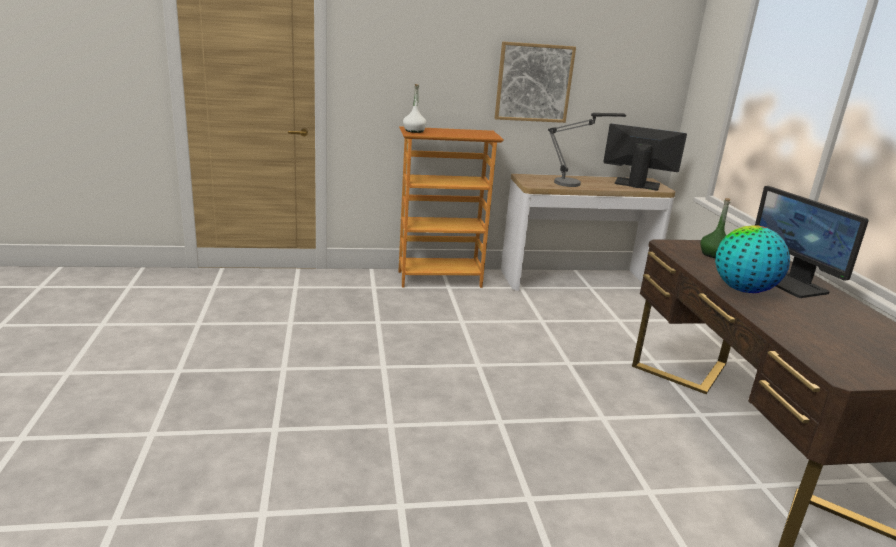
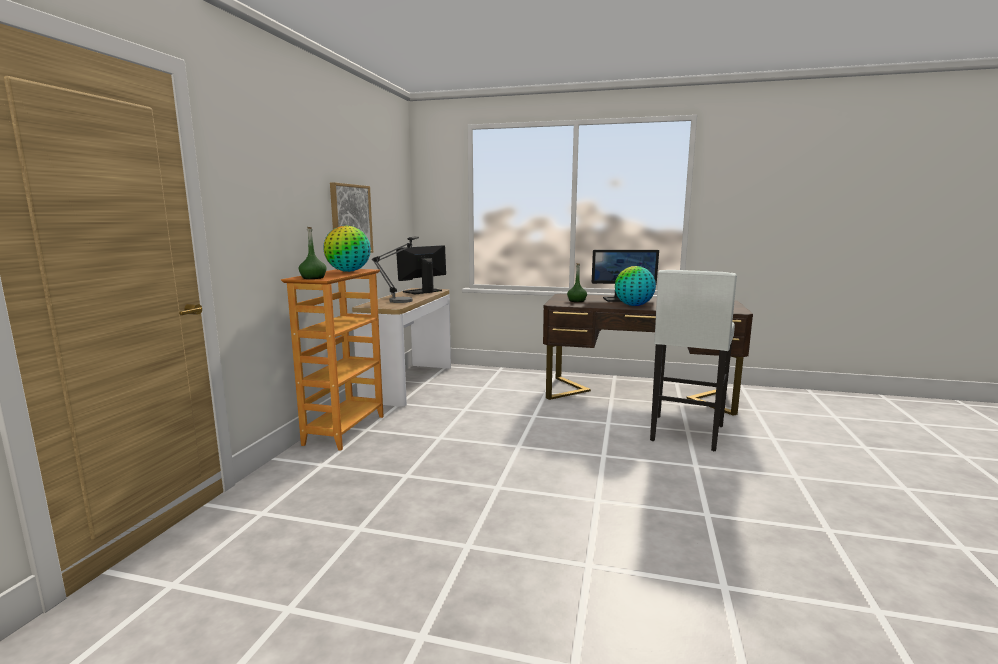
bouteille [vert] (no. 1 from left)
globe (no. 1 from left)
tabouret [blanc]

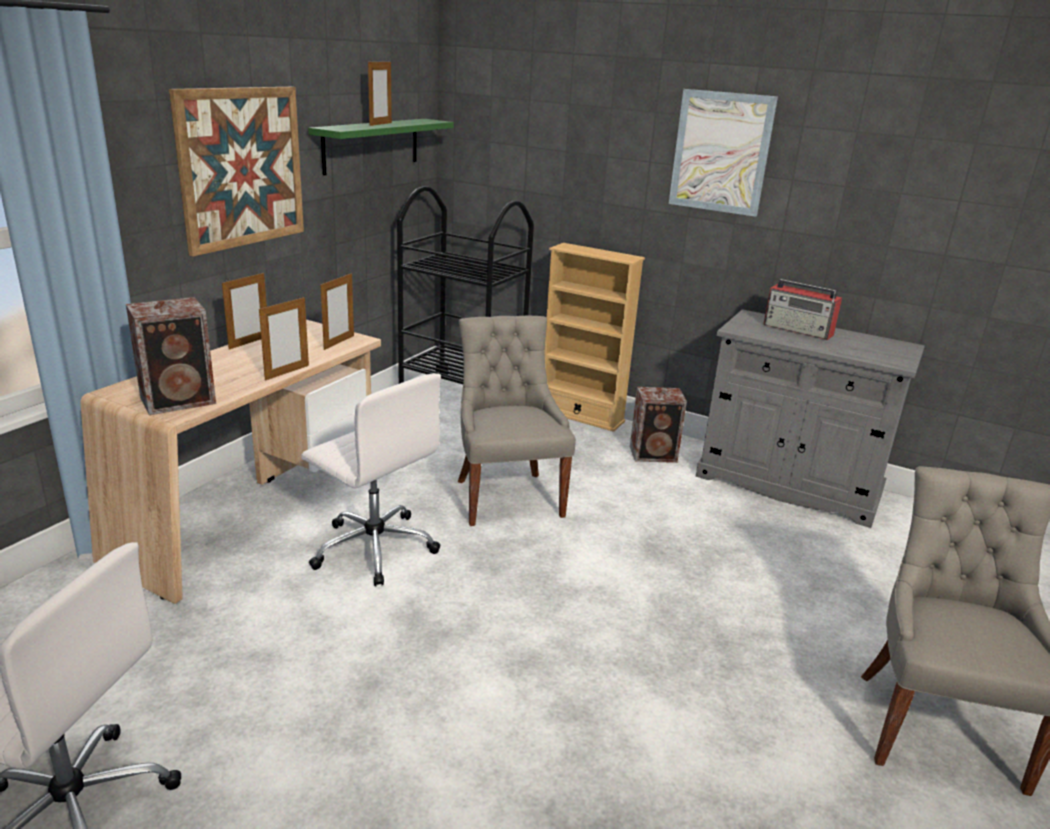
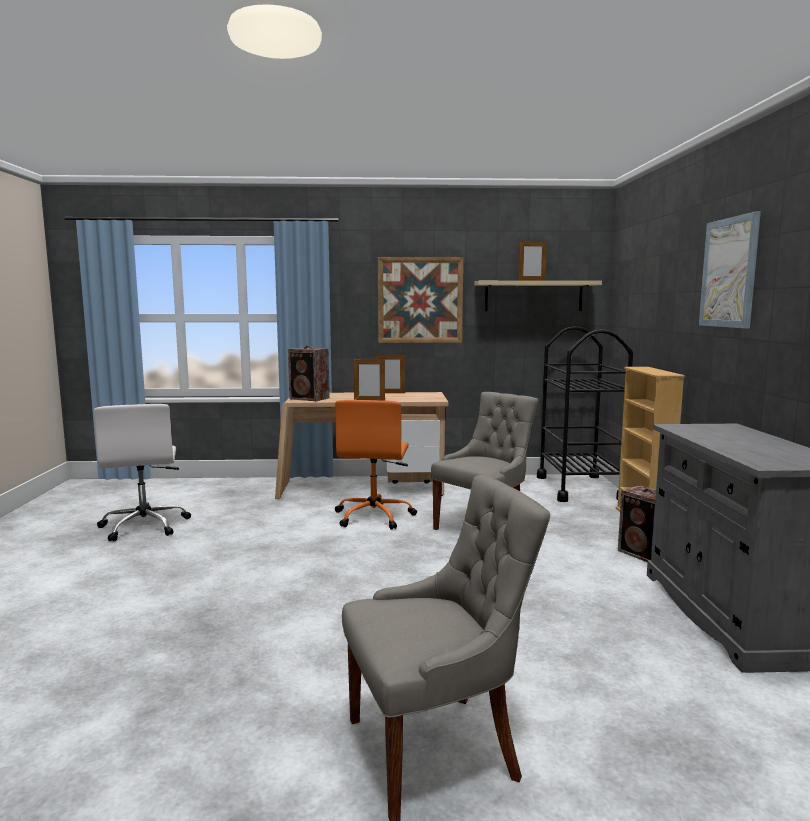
étagère [beige]
cadre photo (no. 3 from left in the first image)
radio
chaise de bureau [orange]

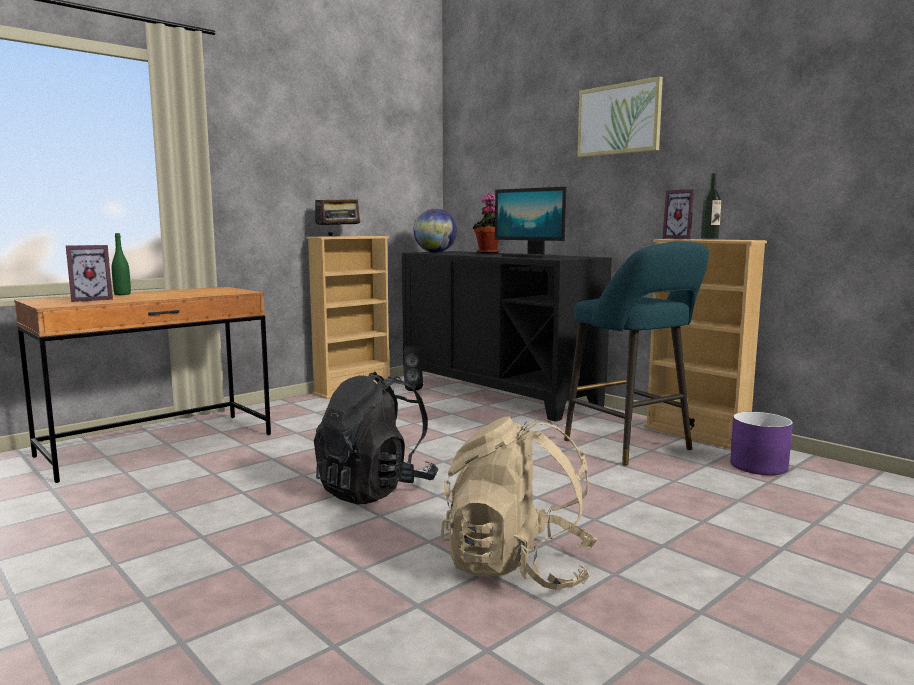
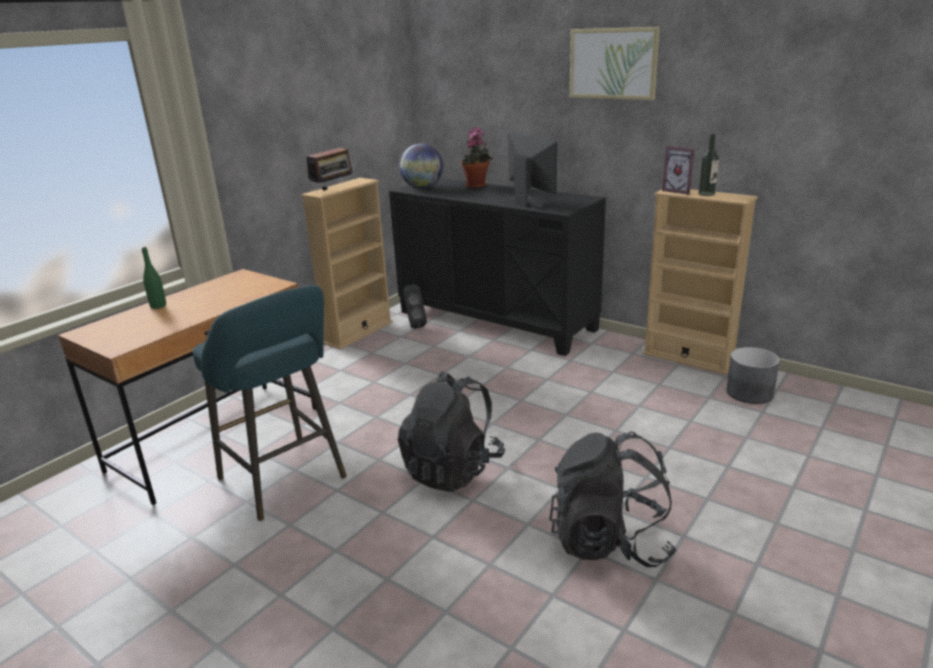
écran d'ordinateur
tabouret [turquoise]
cadre photo (no. 1 from left in the first image)
cache-pot [gris]
sac à dos [noir] (no. 2 from left)

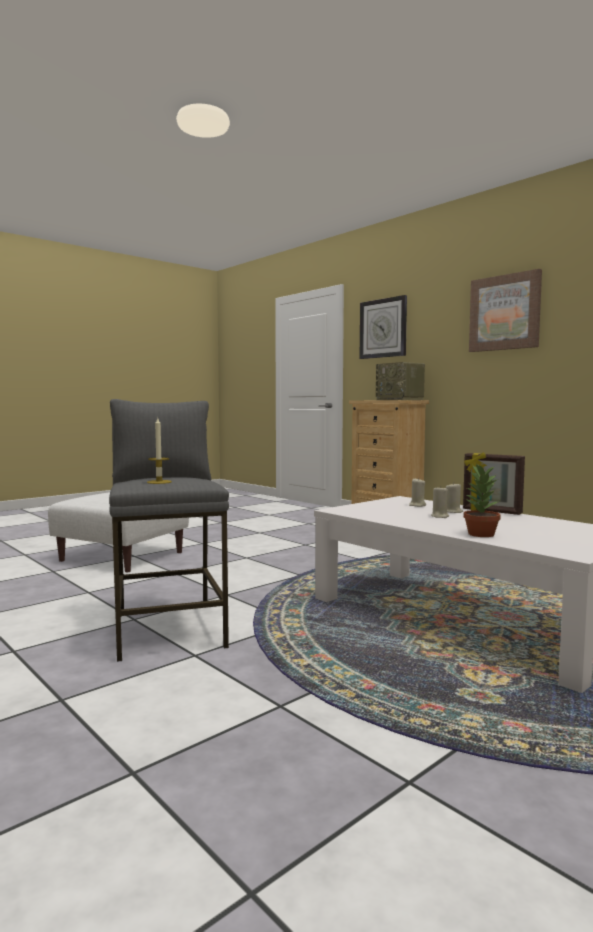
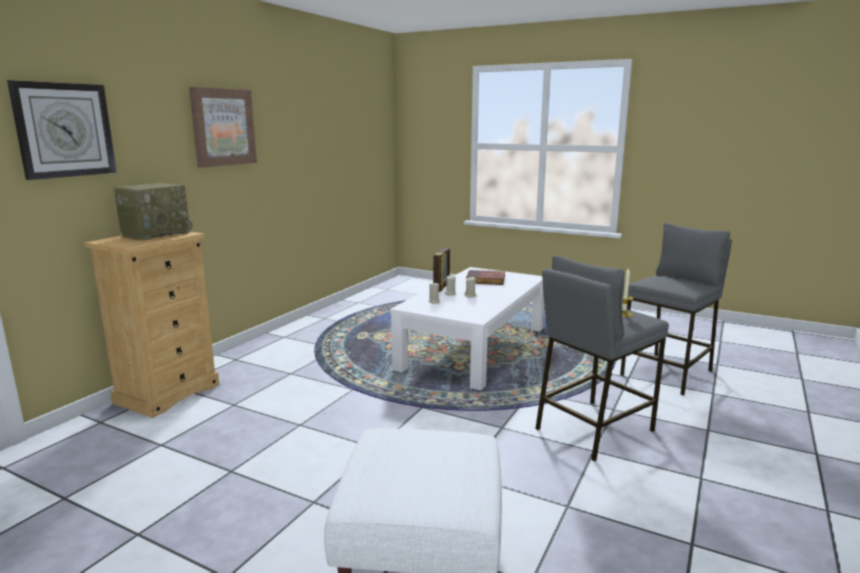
plante en pot
tabouret [gris] (no. 2 from left)
livre

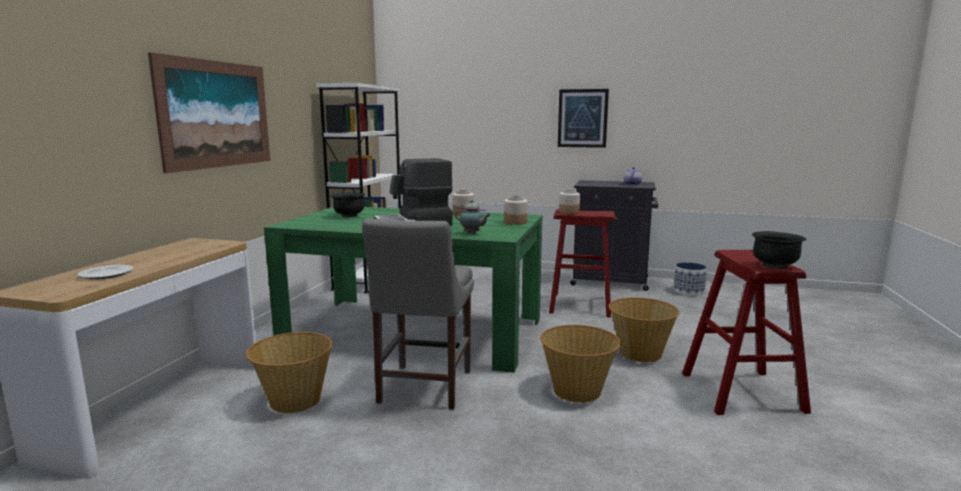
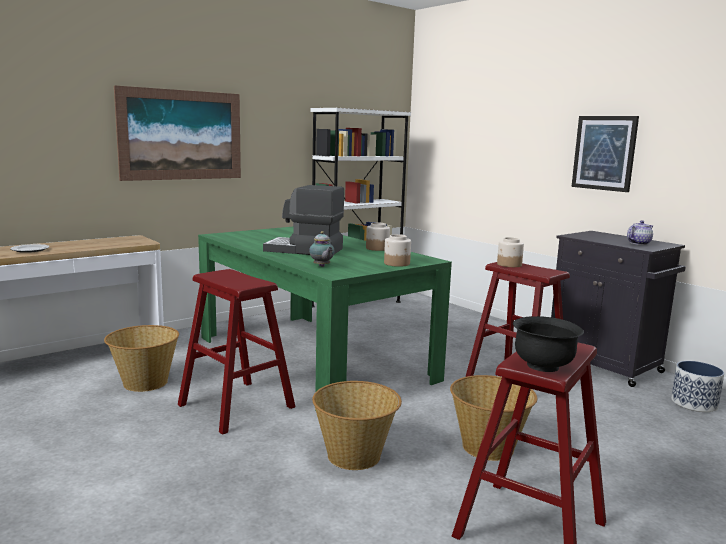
bol [noir] (no. 1 from left in the first image)
tabouret [rouge] (no. 1 from left)

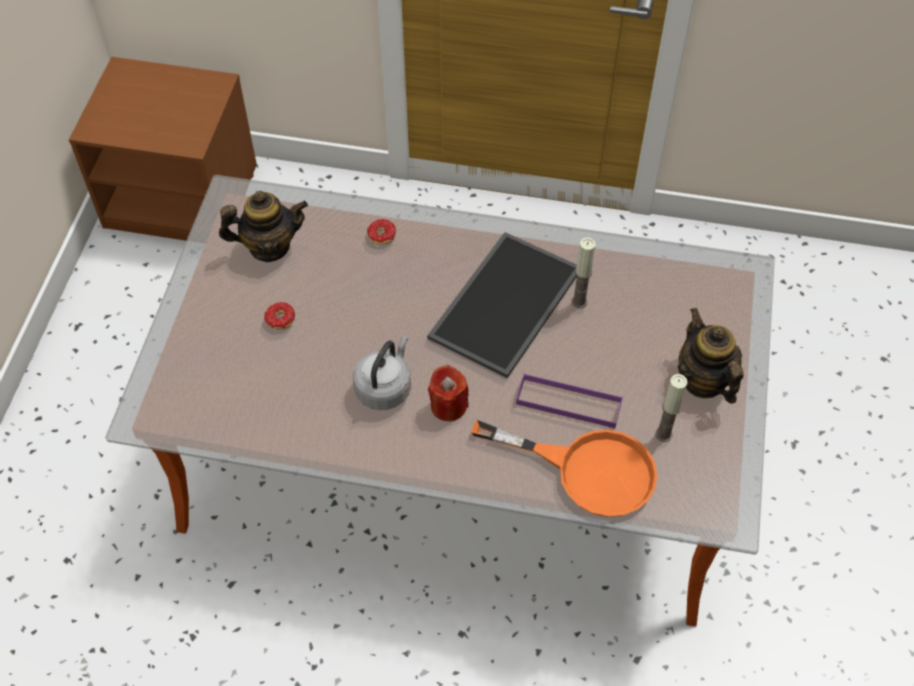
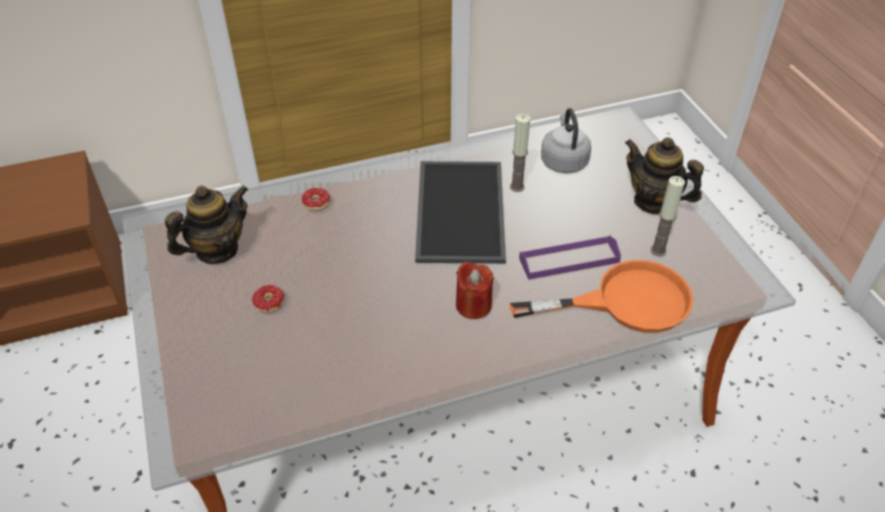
bouilloire [gris]

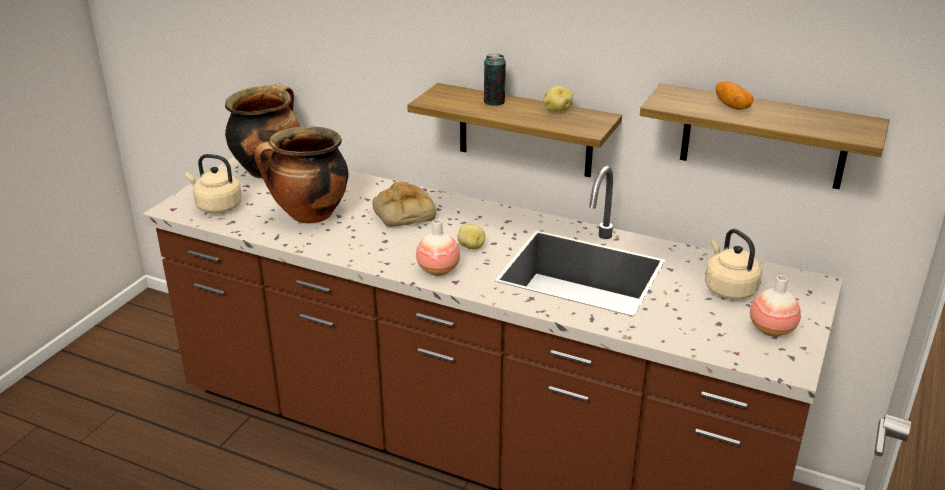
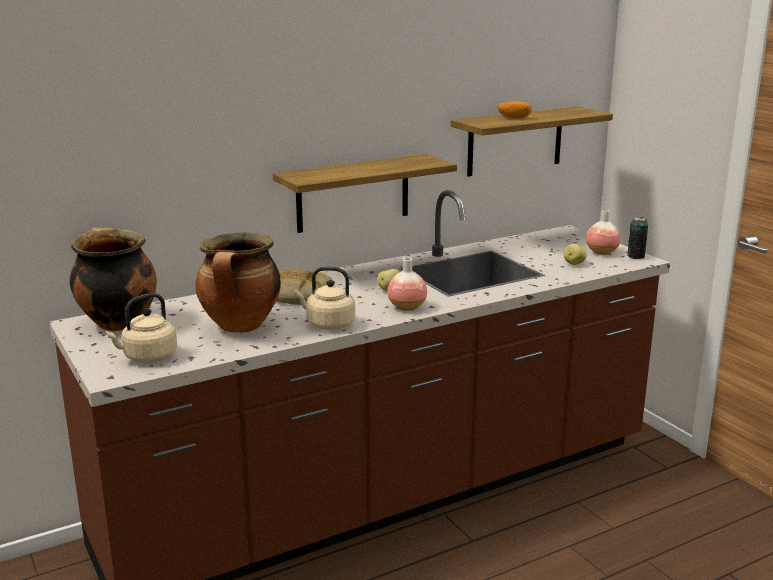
boîte métallique
pomme de terre (no. 3 from left)
bouilloire [beige] (no. 2 from left)

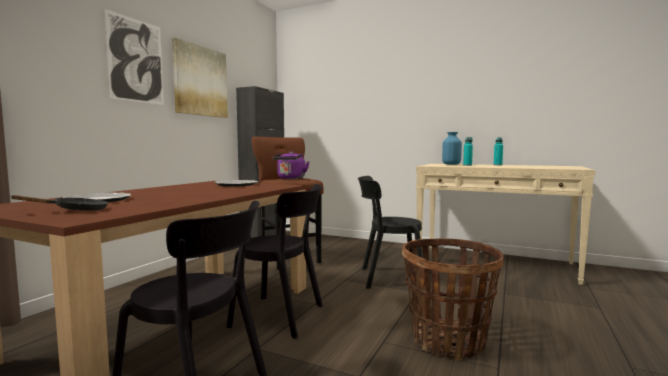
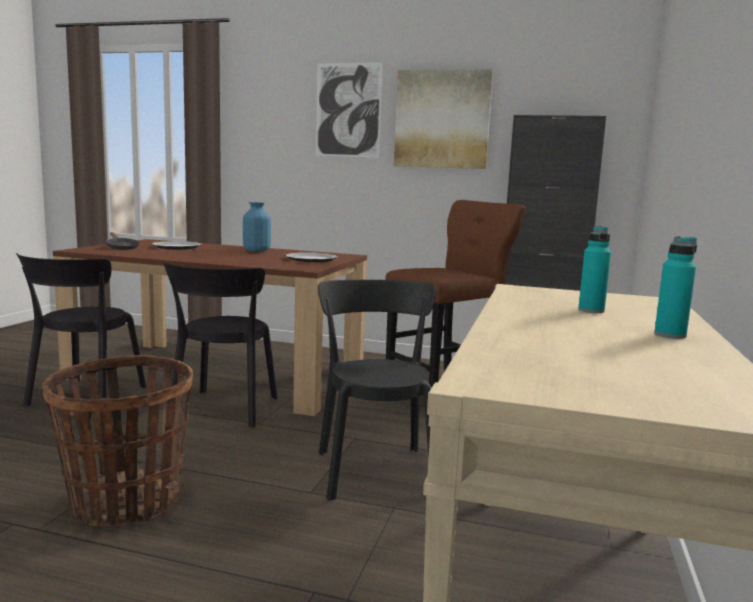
vase [bleu]
bouilloire [violet]

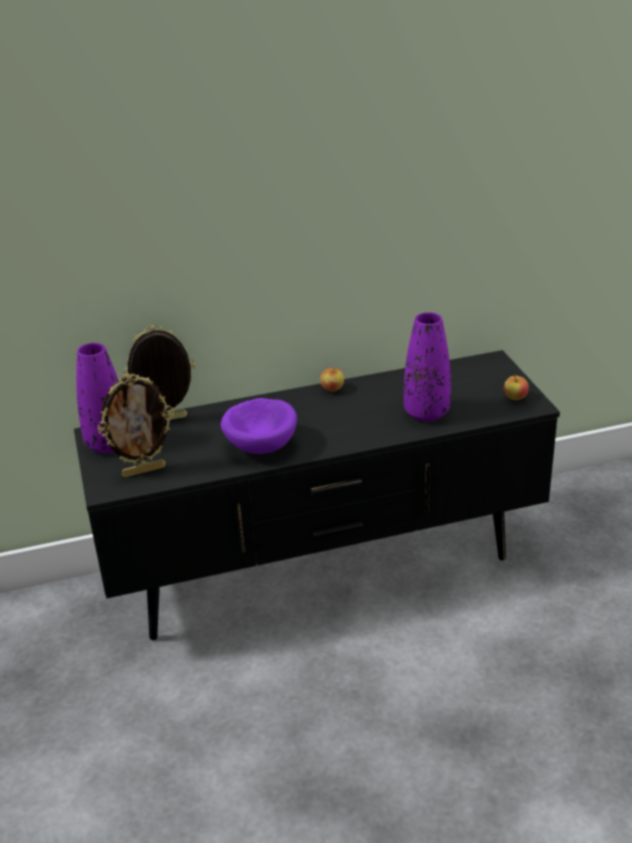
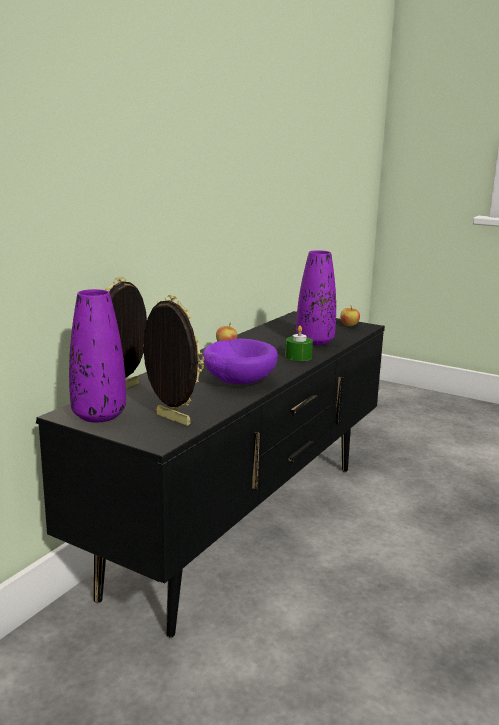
cadre photo (no. 2 from left)
bougie [vert]

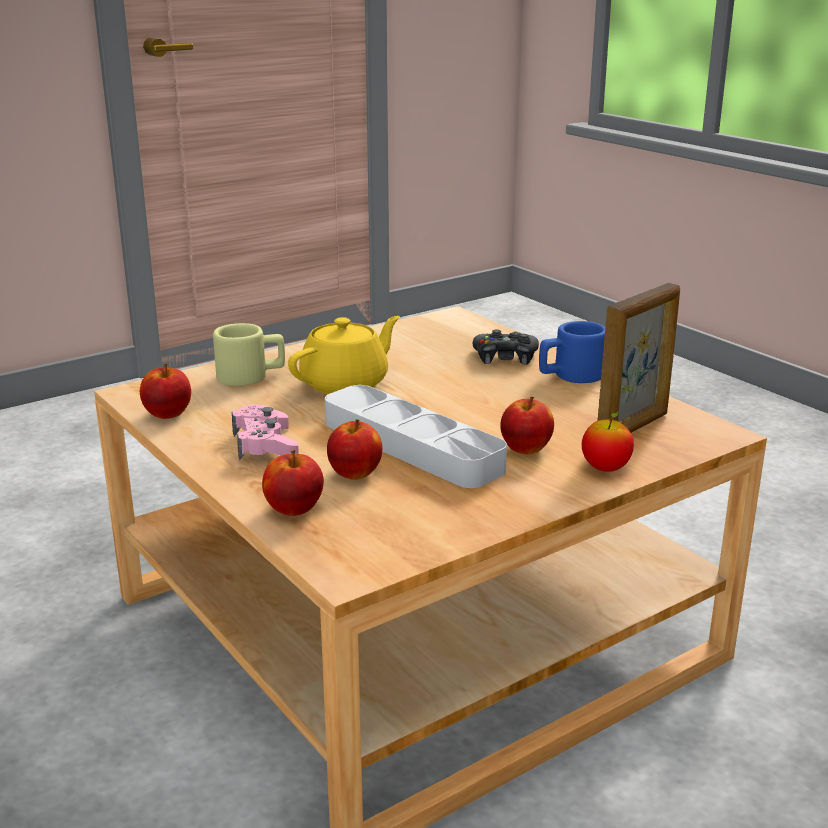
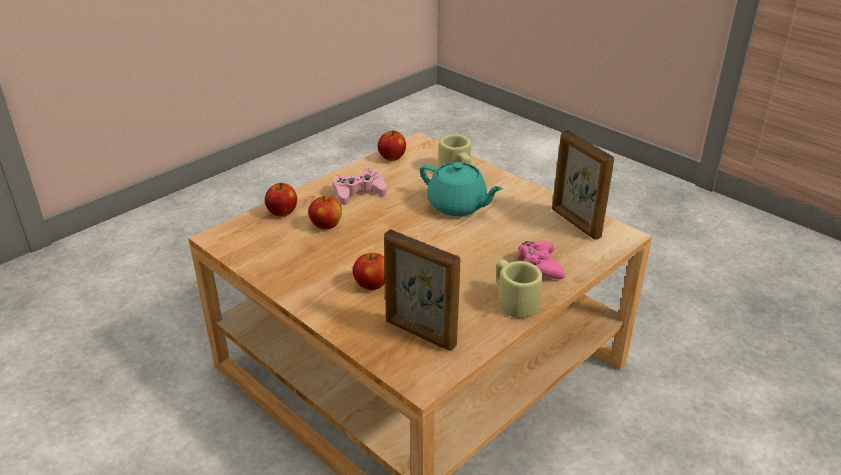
théière [turquoise]
mug [beige] (no. 2 from left)
manette [rose] (no. 2 from left)
plateau [gris]
pomme (no. 5 from left in the first image)
cadre photo (no. 2 from left)

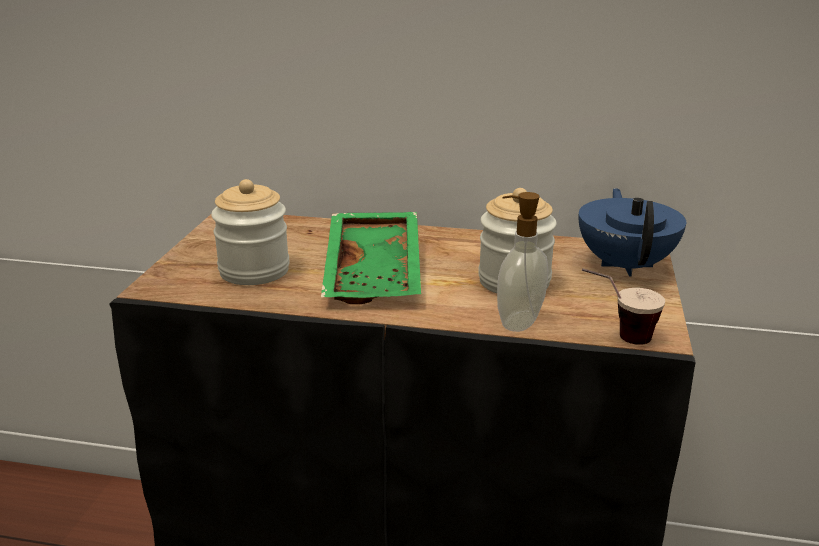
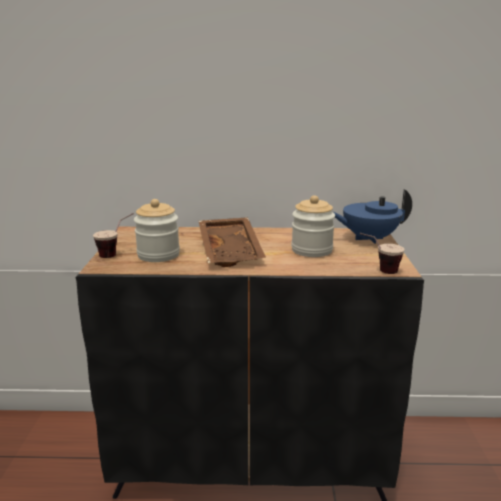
théière [bleu]
distributeur de savon
plateau [marron]
tasse (no. 1 from left)

